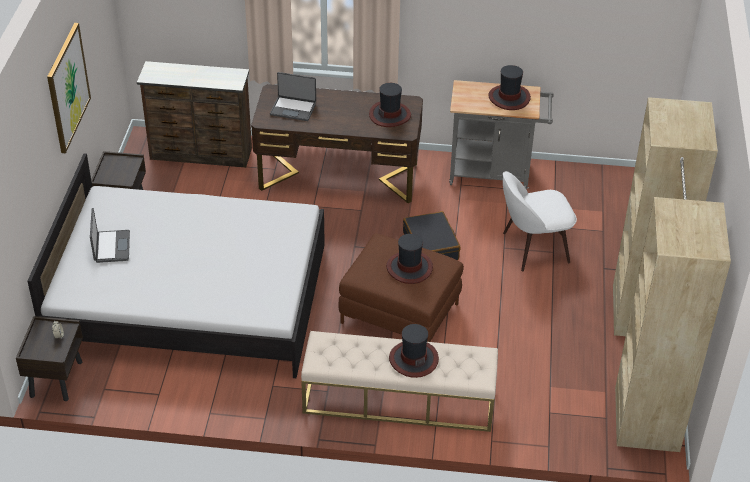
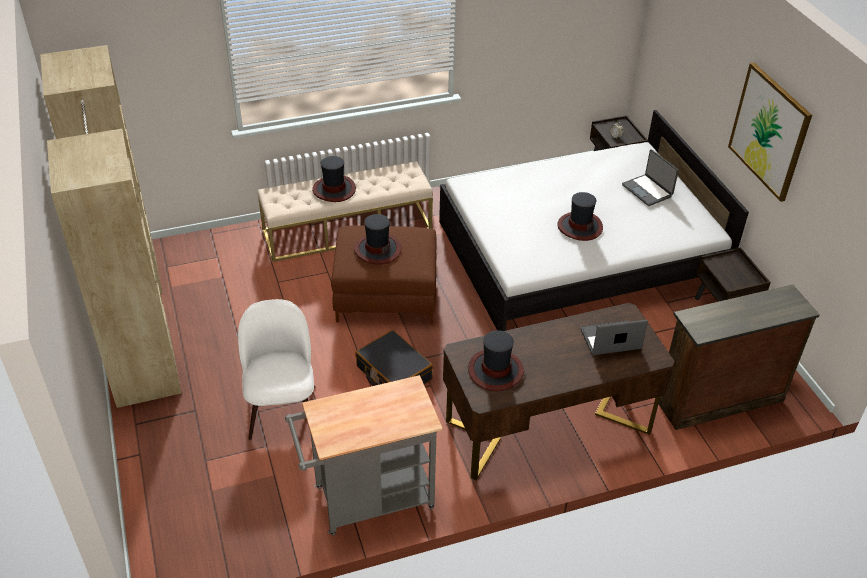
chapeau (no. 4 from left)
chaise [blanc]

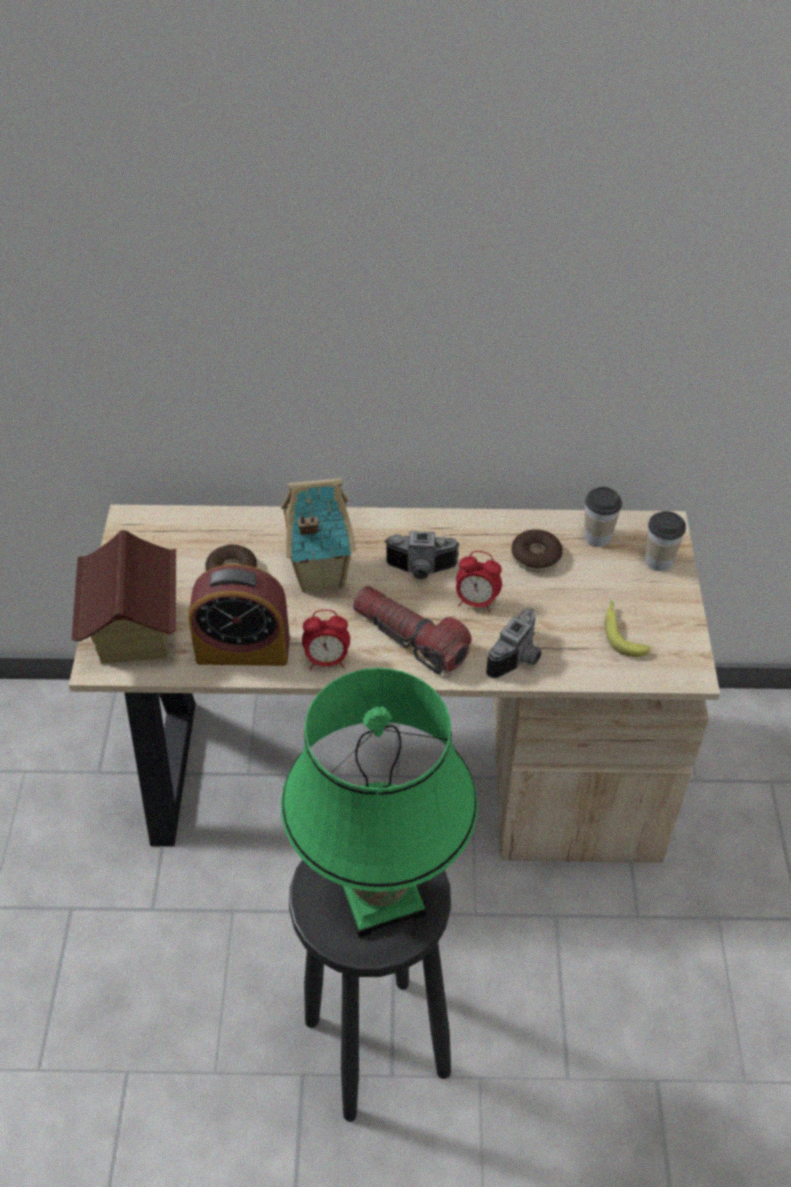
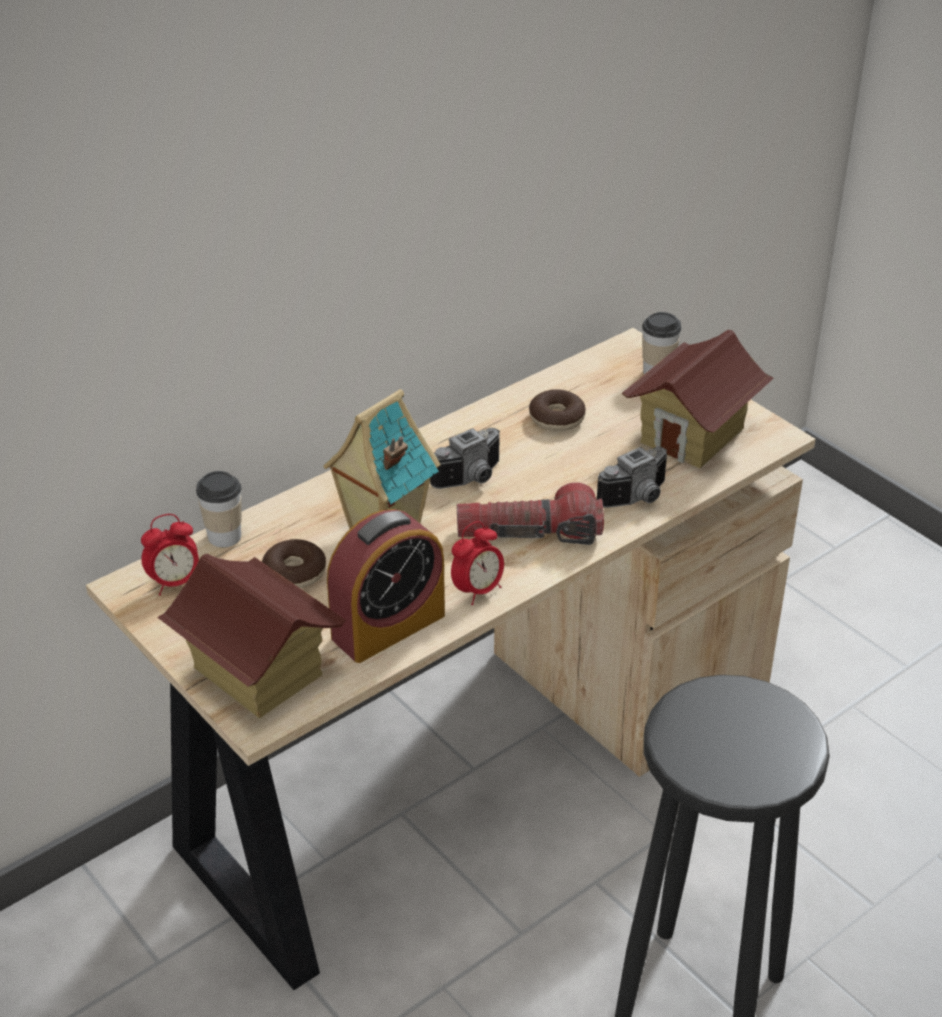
tasse (no. 1 from left)
réveil (no. 1 from left)
maison miniature (no. 3 from left)
appareil photo (no. 2 from left)
lampe de table [vert]

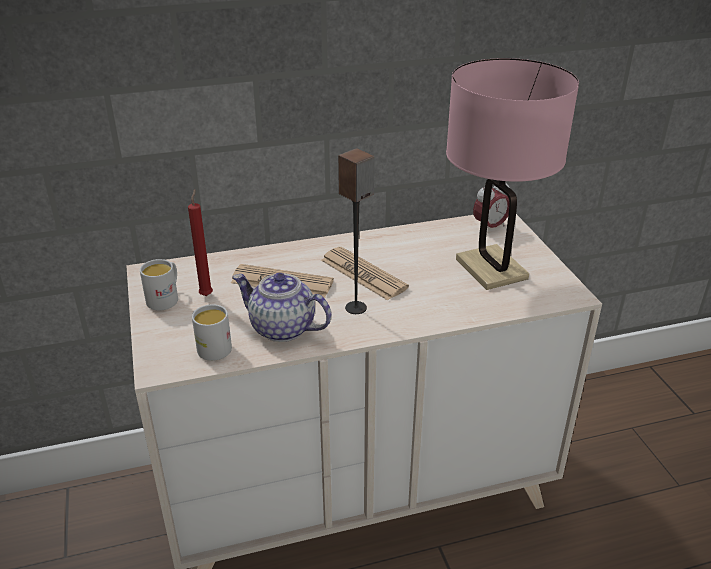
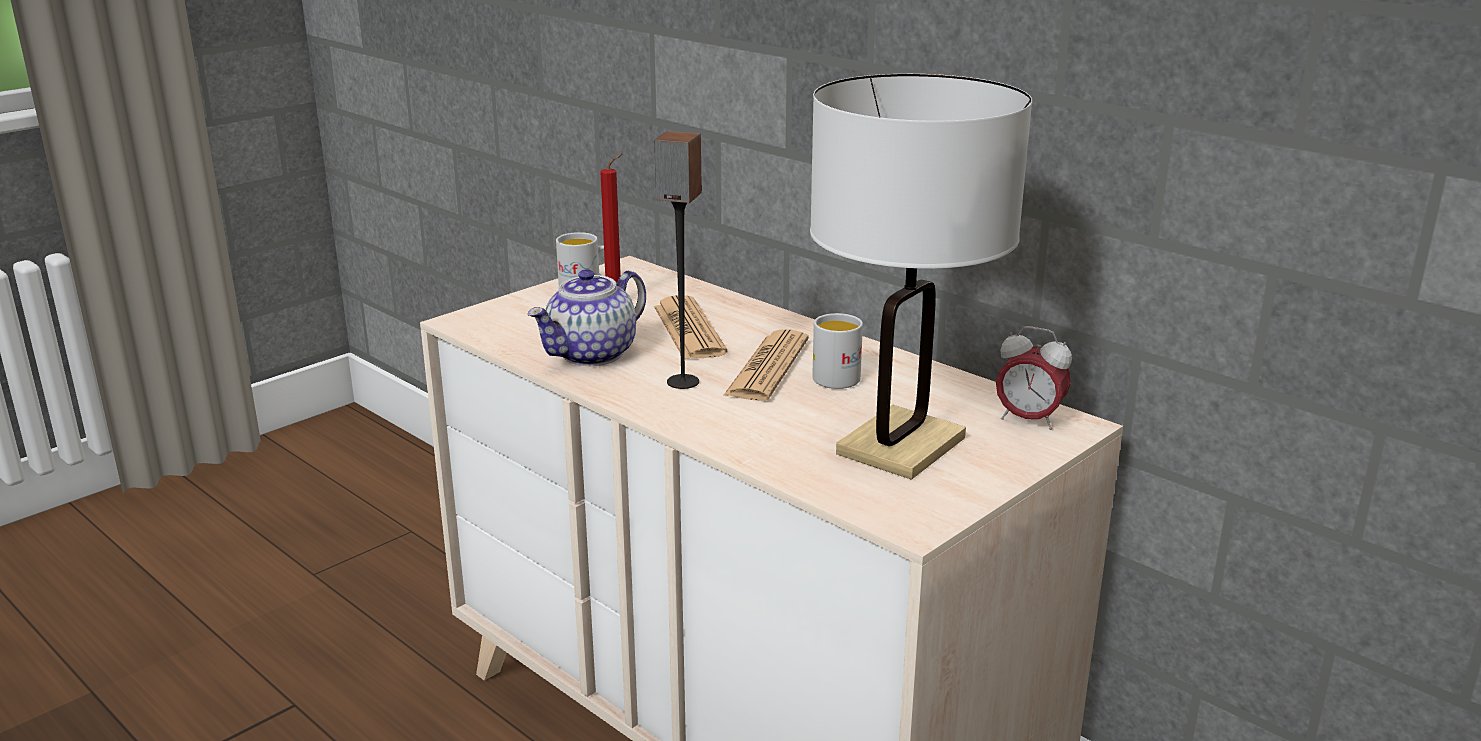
lampe de table [blanc]
théière
mug [blanc] (no. 2 from left)

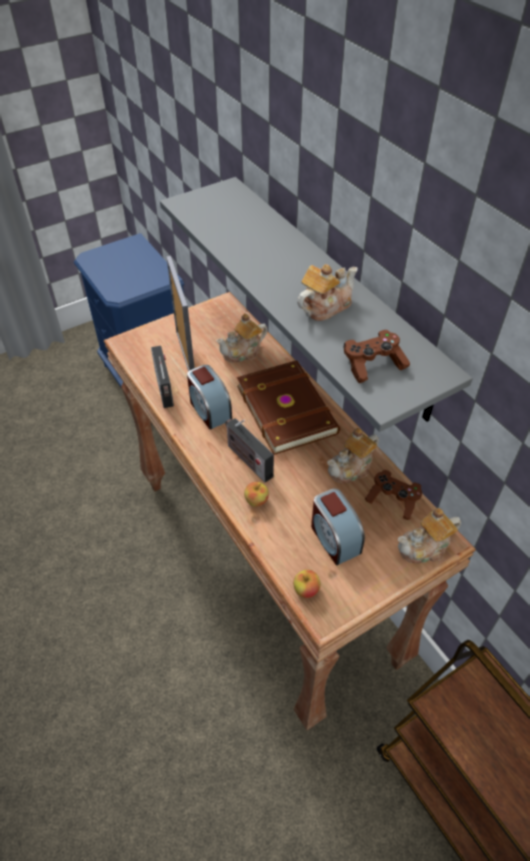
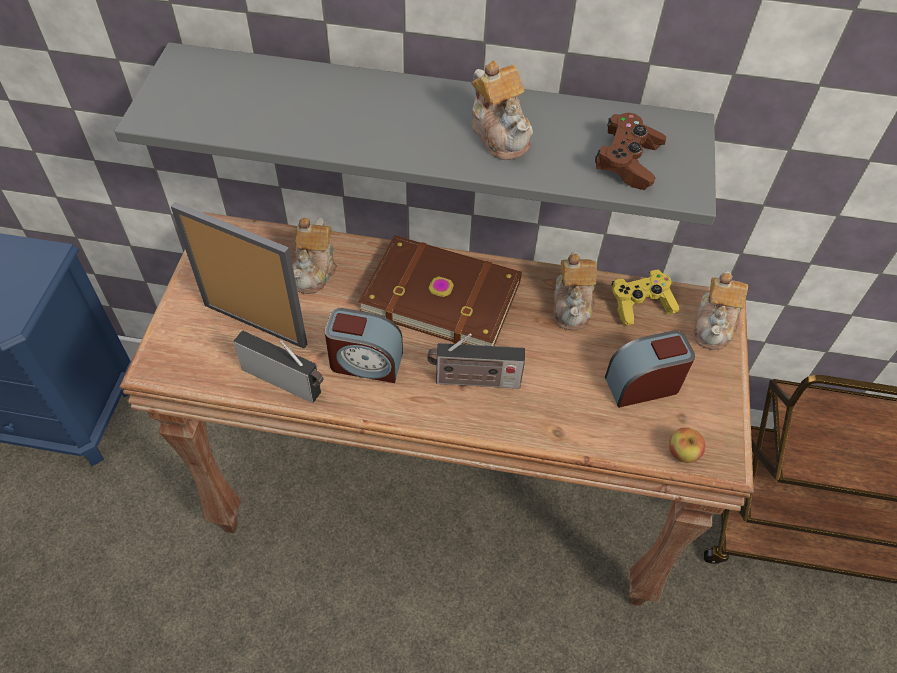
théière (no. 2 from left)
manette [jaune]
pomme (no. 1 from left in the first image)
réveil (no. 2 from left)

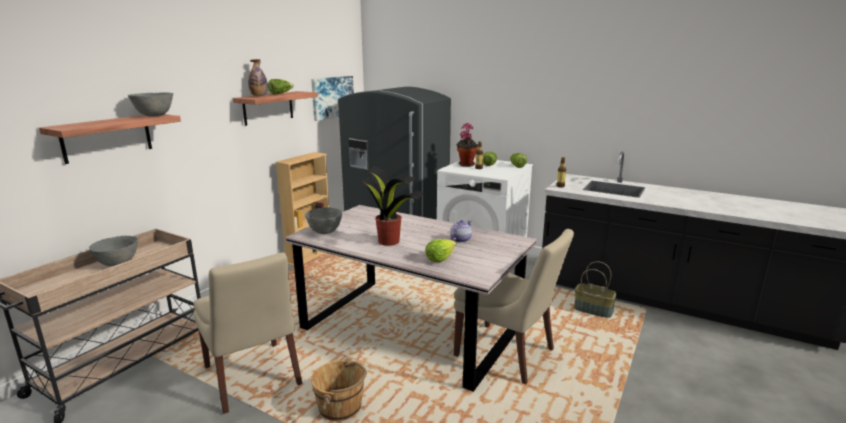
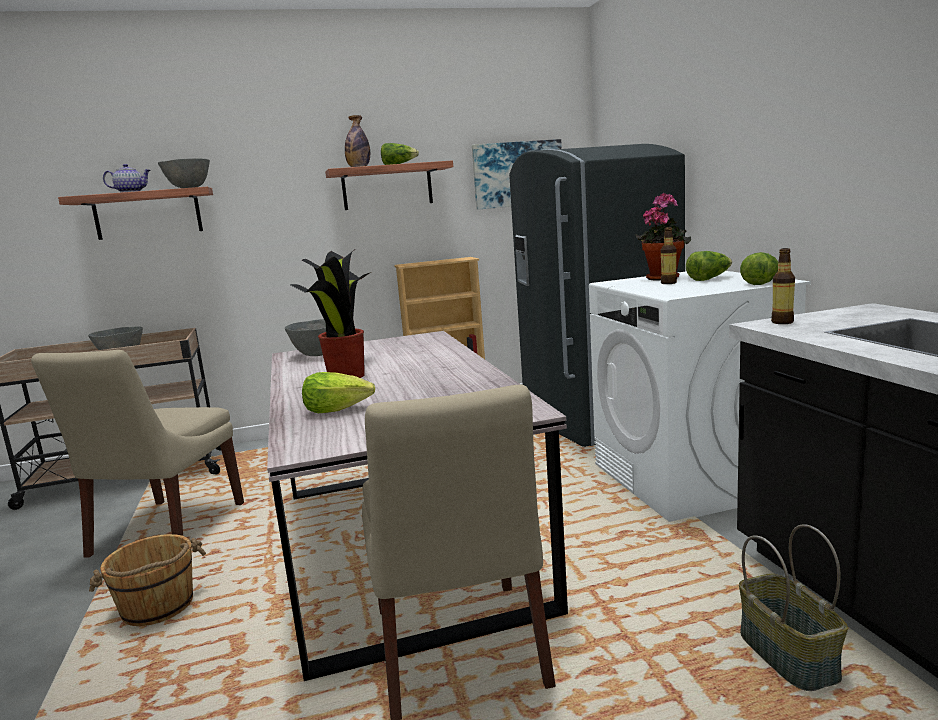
théière

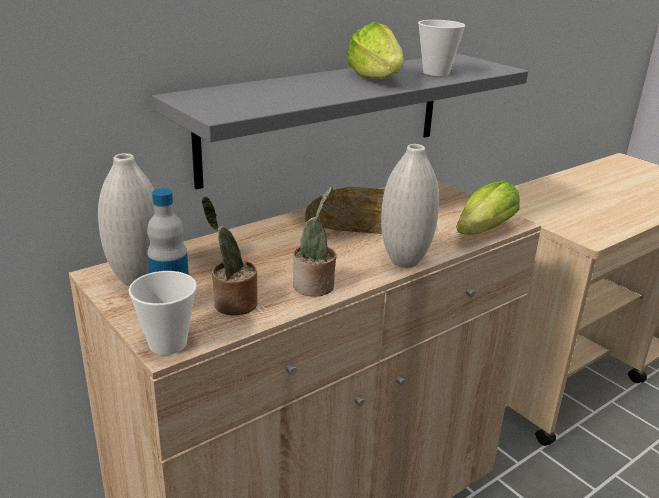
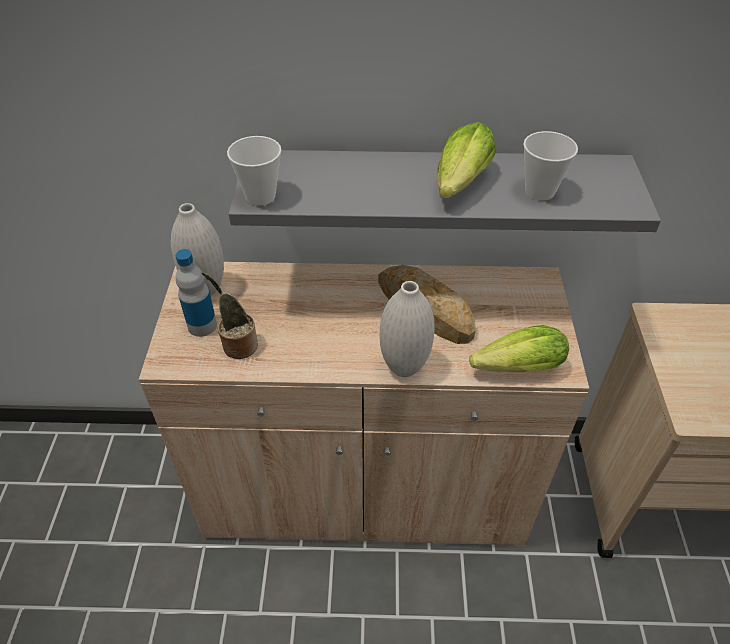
plante en pot (no. 2 from left in the first image)
tasse (no. 1 from left)

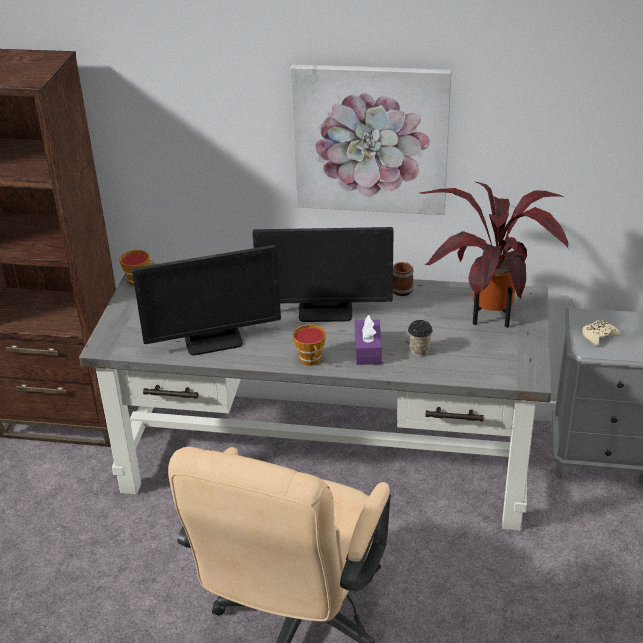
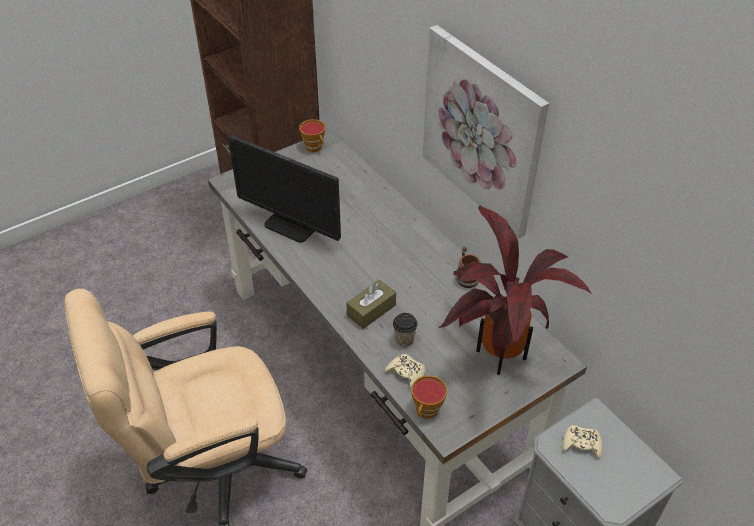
écran d'ordinateur (no. 2 from left in the first image)
boîte à mouchoirs [marron]
tasse (no. 3 from left)
manette [beige] (no. 1 from left)

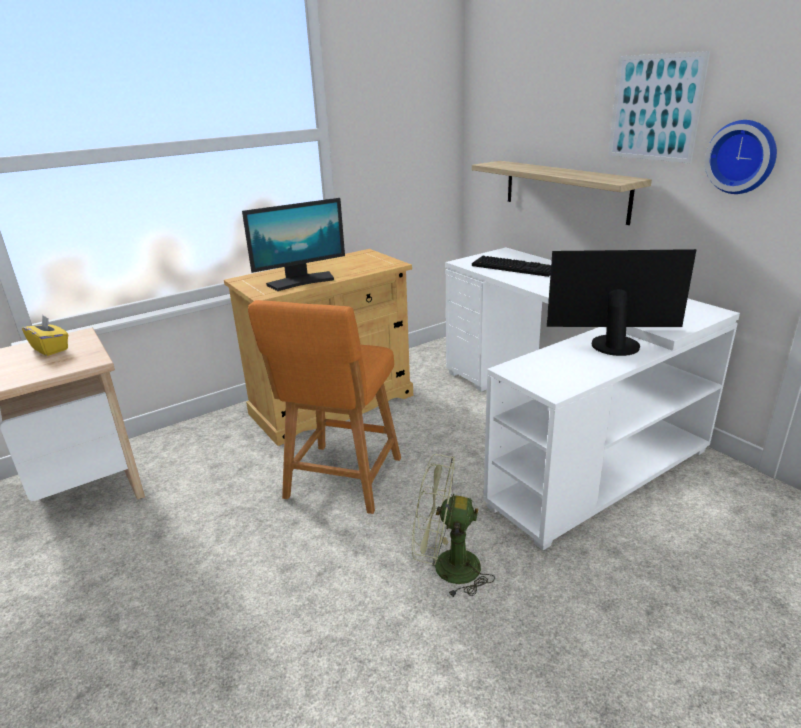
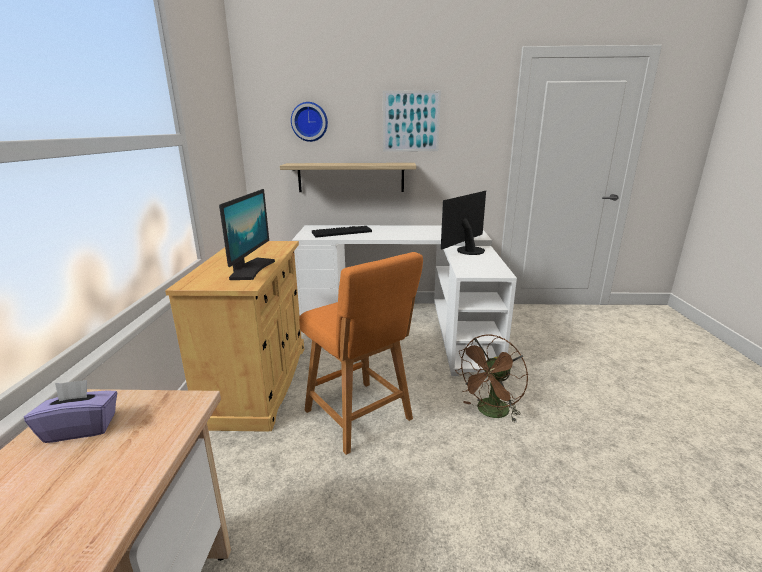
horloge murale
boîte à mouchoirs [violet]
ventilateur [marron]

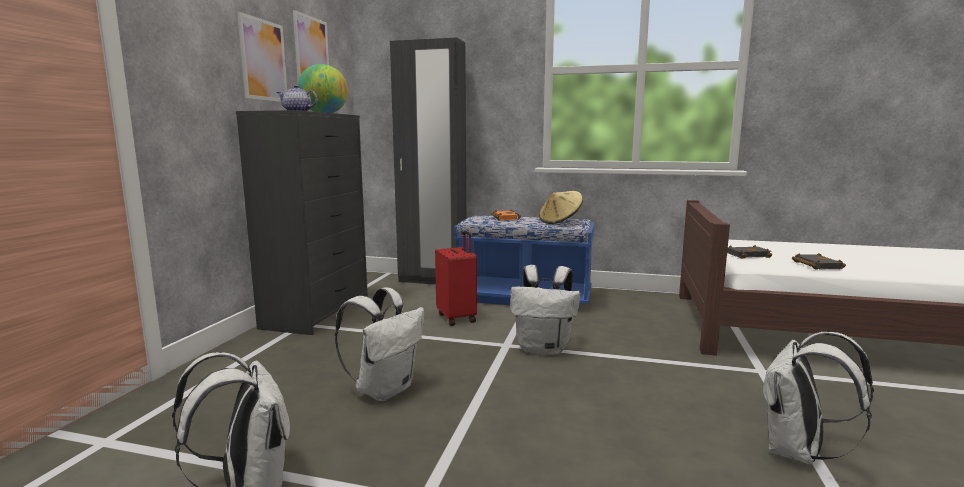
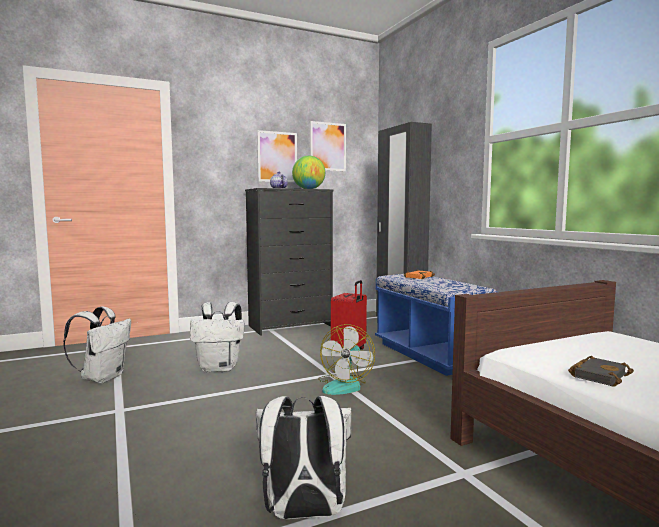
chapeau [beige]
livre [noir] (no. 1 from left in the first image)
ventilateur

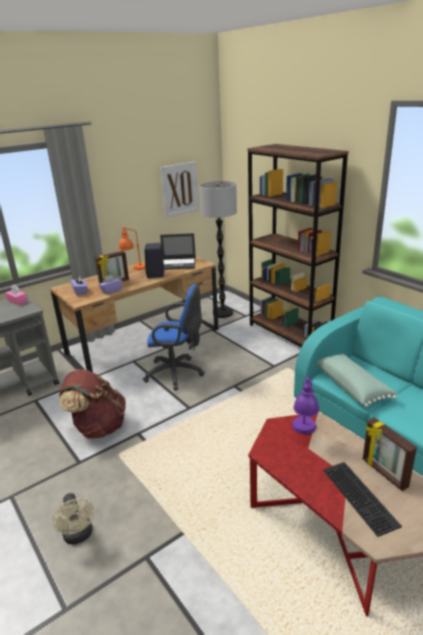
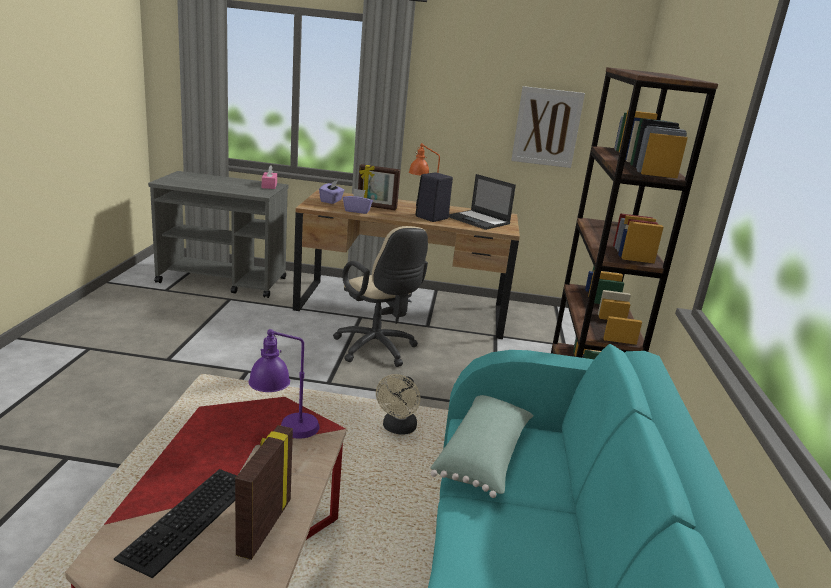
lampadaire
chaise de bureau [beige]
sac à dos [marron]
ventilateur [beige]

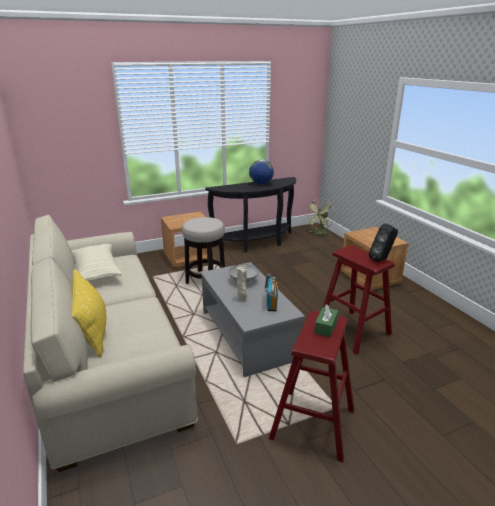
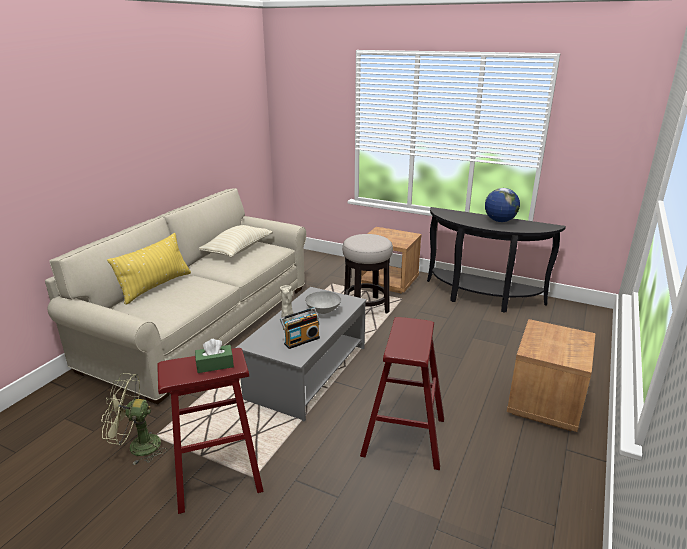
ventilateur [vert]
enceinte [noir]

